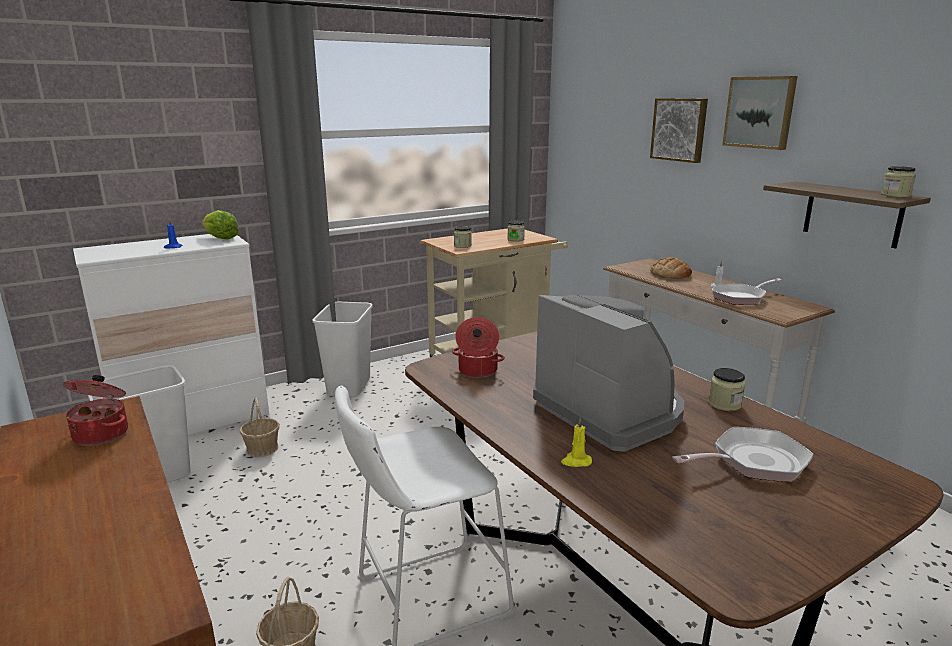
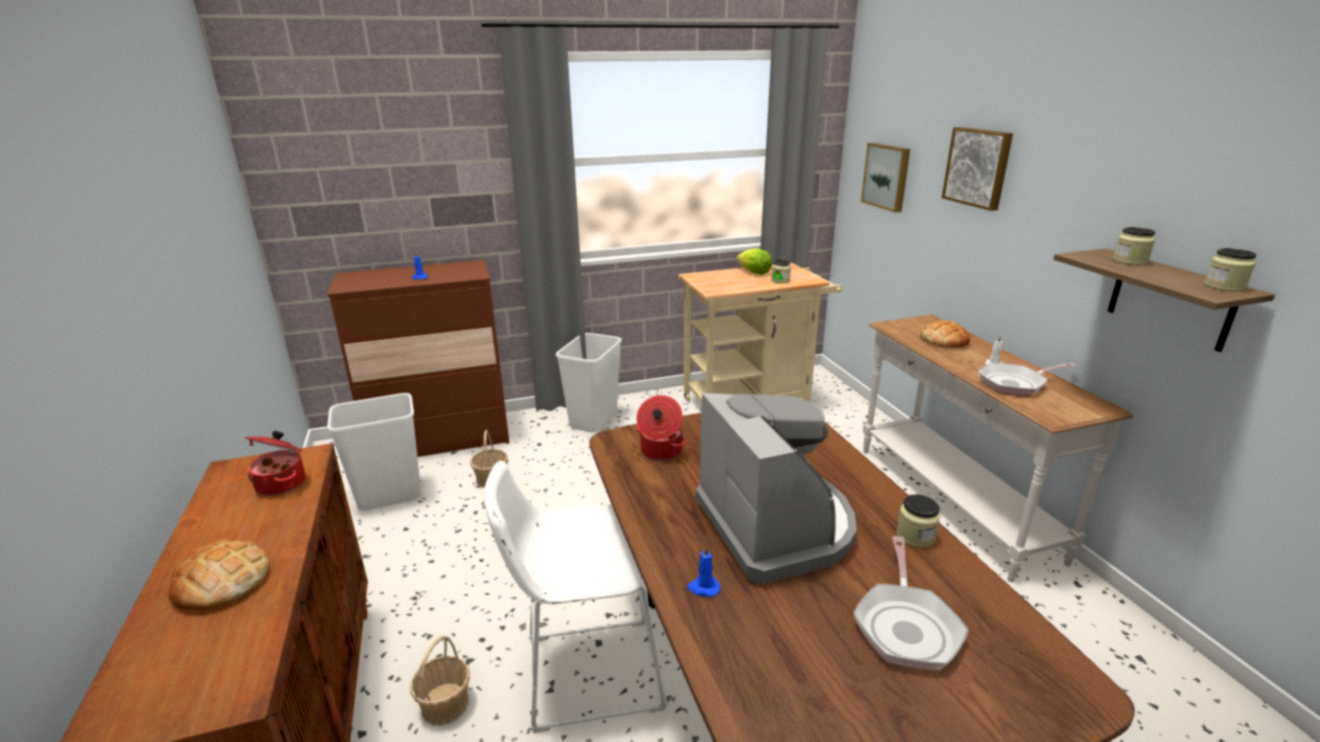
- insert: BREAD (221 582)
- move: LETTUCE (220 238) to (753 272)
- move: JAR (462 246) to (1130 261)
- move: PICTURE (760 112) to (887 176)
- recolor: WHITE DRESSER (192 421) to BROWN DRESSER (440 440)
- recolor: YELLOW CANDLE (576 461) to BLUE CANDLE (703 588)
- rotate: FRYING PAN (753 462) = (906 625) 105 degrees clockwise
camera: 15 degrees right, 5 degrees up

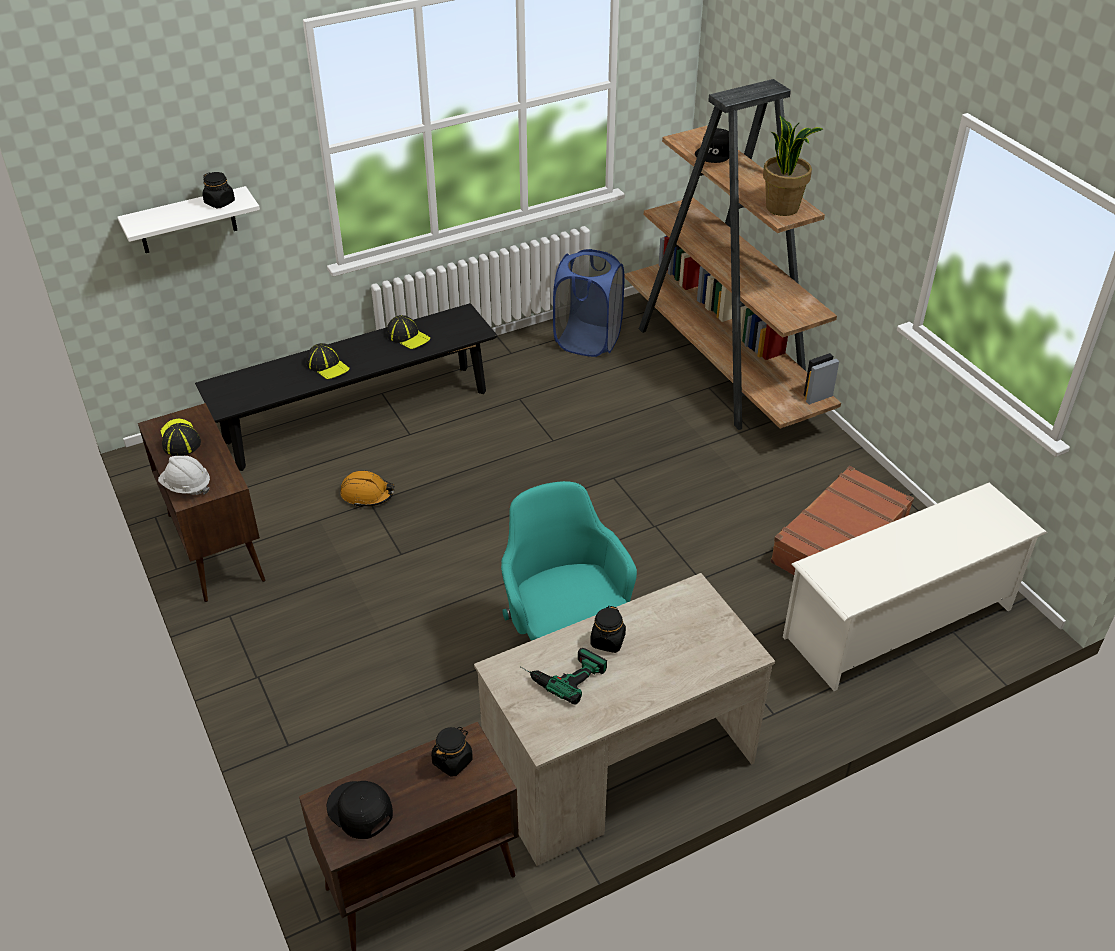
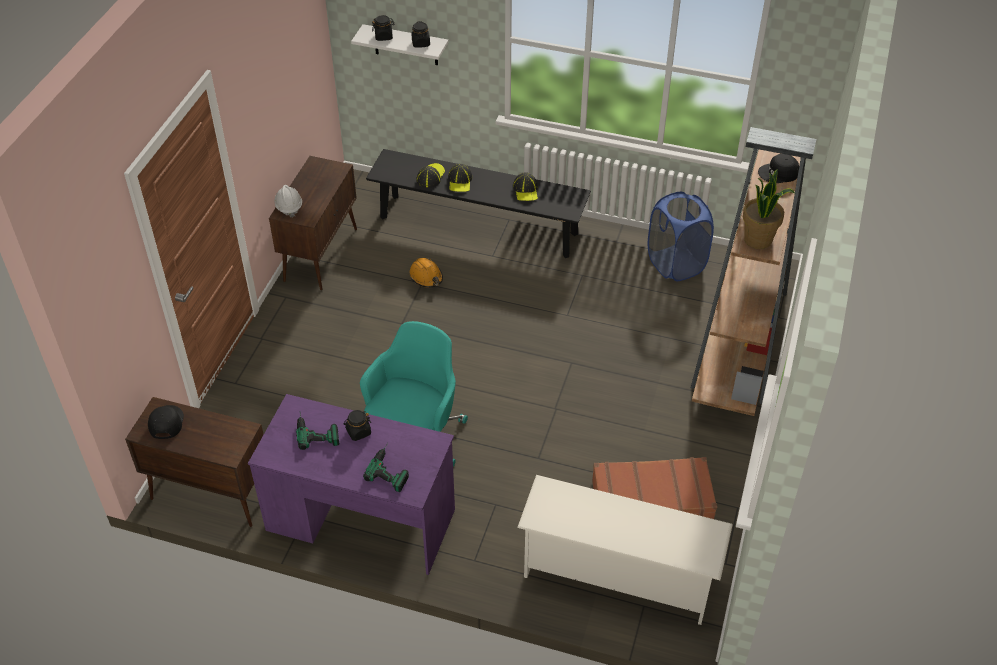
- insert: POWER DRILL (391 468)
- move: CAP (179 439) to (430 176)
- move: BLACK JAR (452 761) to (384 36)
- recolor: BEIGE DESK (619 769) to PURPLE DESK (361 520)
camera: 45 degrees right, 5 degrees up

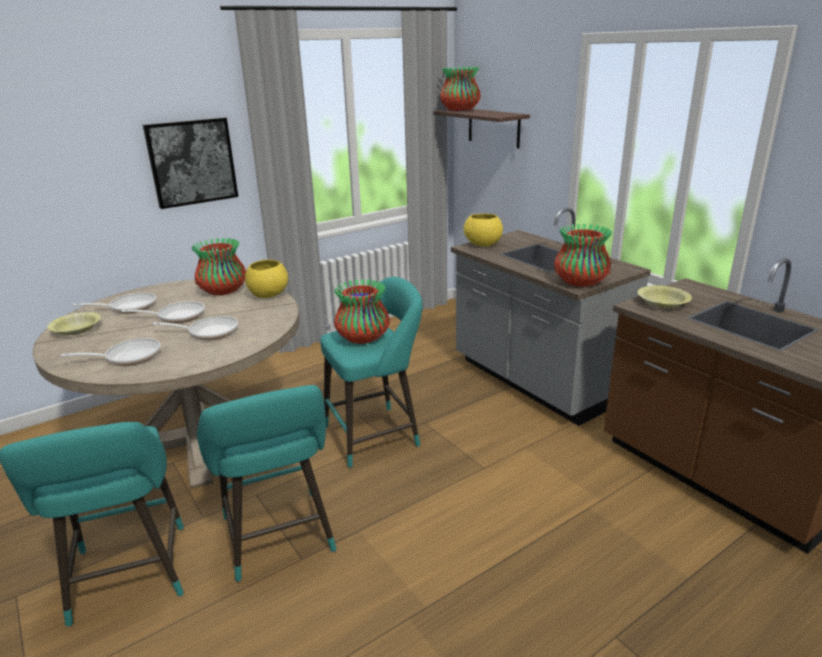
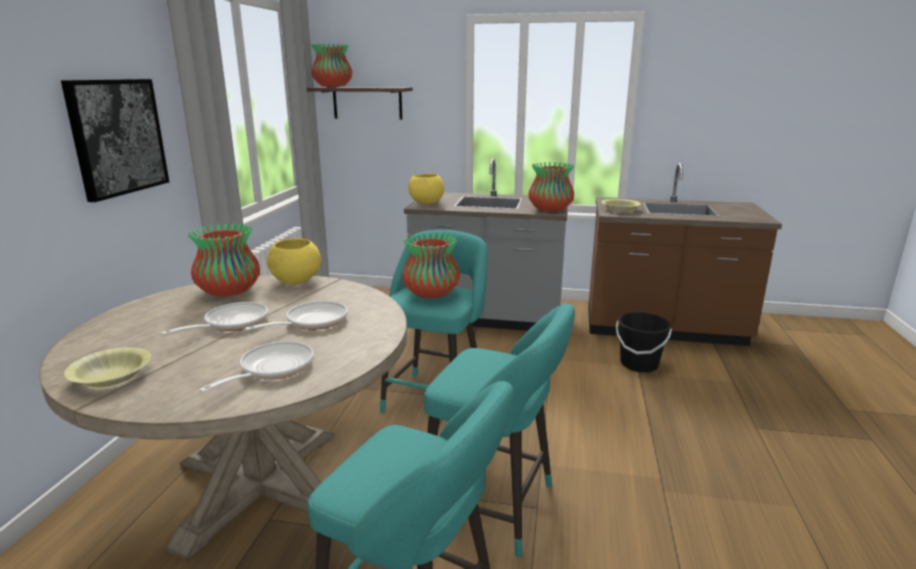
- delete: FRYING PAN (129 307)
- insert: BLACK BUCKET (639 364)
camera: 45 degrees left, 5 degrees down

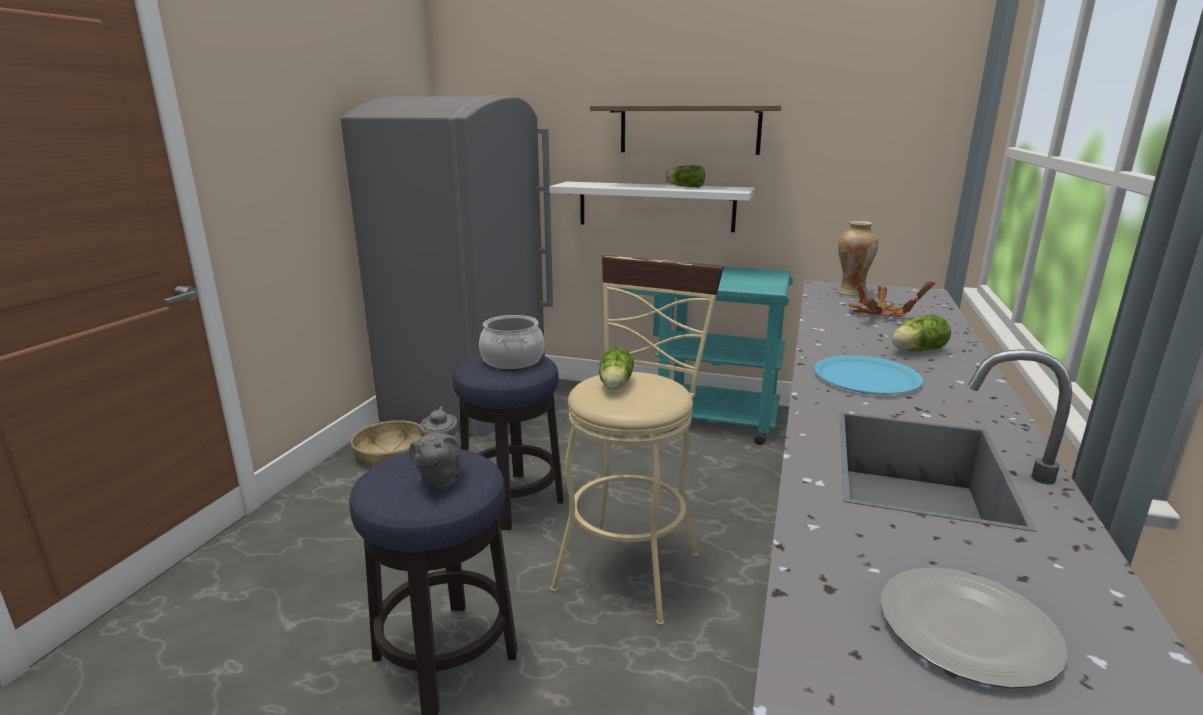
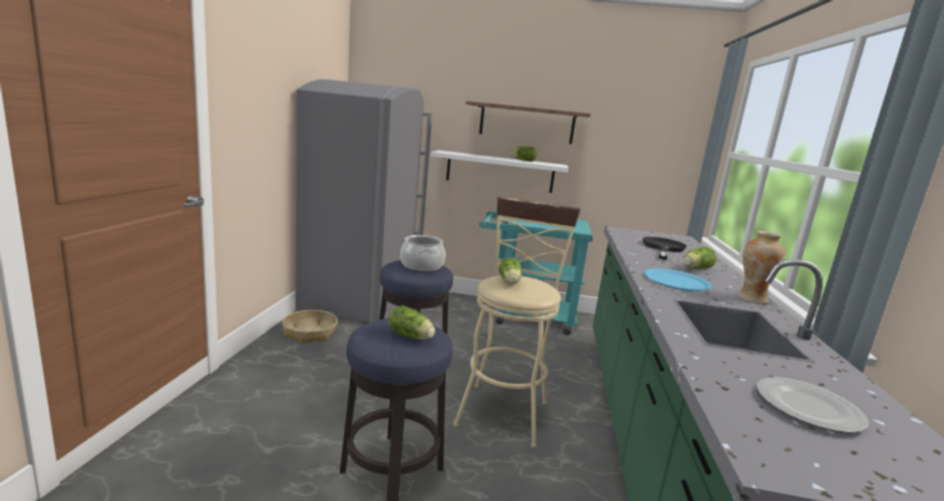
- move: VASE (852 292) to (752 298)
- replace: GREY TEAPOT (440 479) to LETTUCE (411 337)
- replace: POTTED PLANT (880 315) to BLACK FRYING PAN (663 248)
camera: 10 degrees left, 5 degrees down

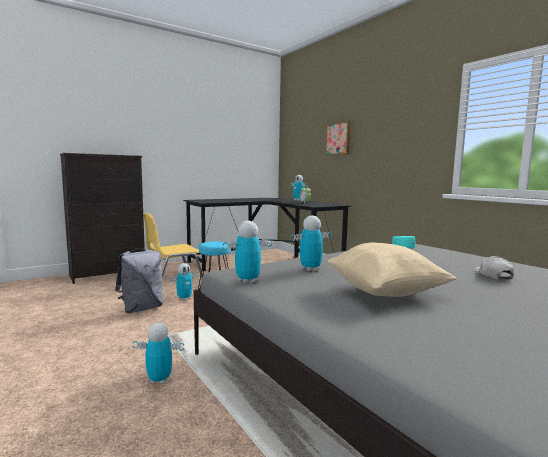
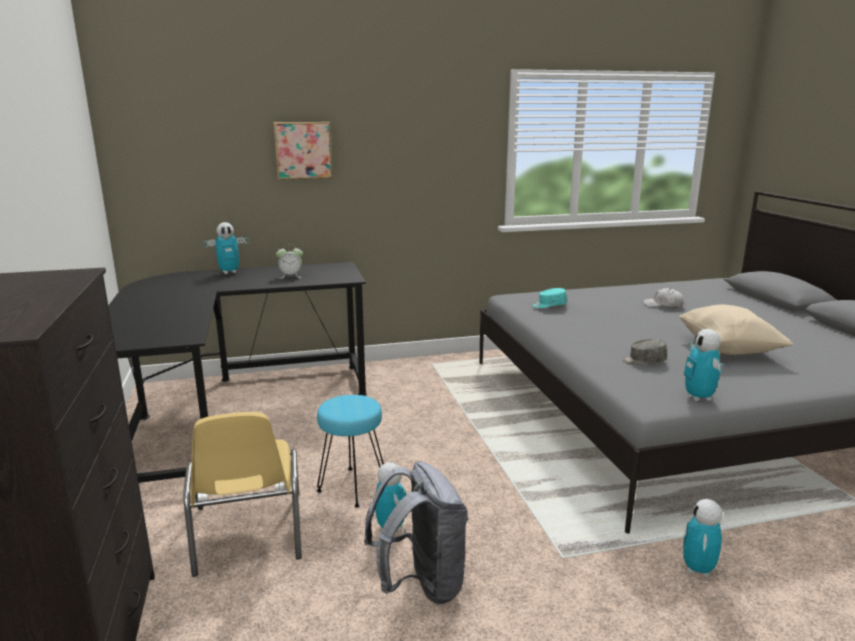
- replace: TOY ROBOT (310 269) to GREY CAP (643 361)
camera: 70 degrees left, 10 degrees up

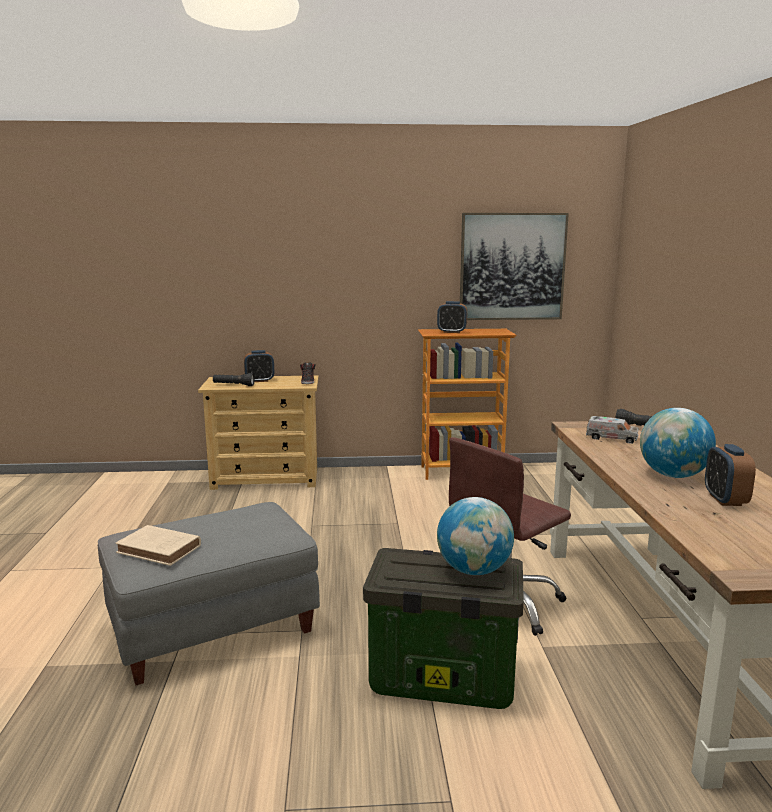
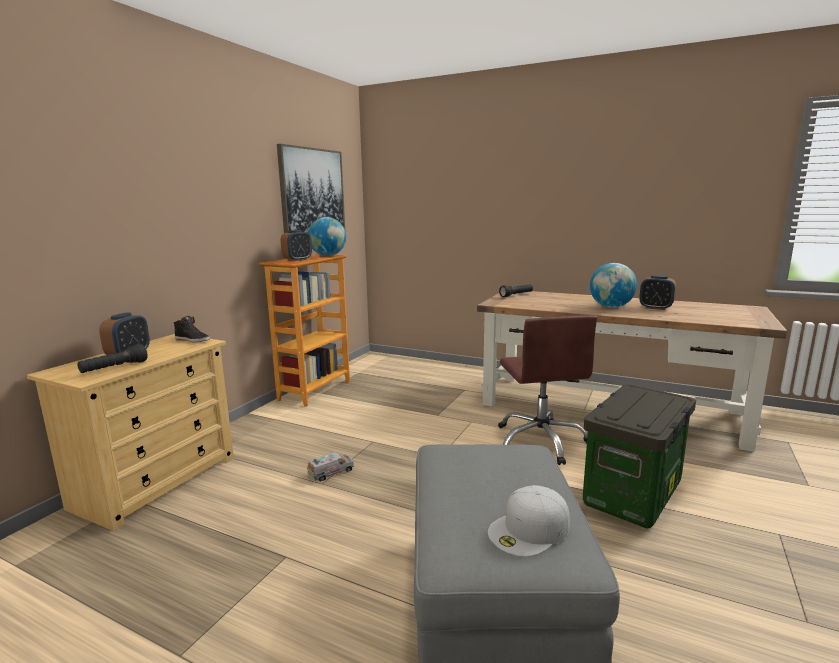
- move: GLOBE (474 570) to (328 255)
- move: TOY TRUCK (611 438) to (331 472)
- replace: BEIGE BOOK (161 549) to WHITE CAP (529 530)
camera: 60 degrees left, 0 degrees up

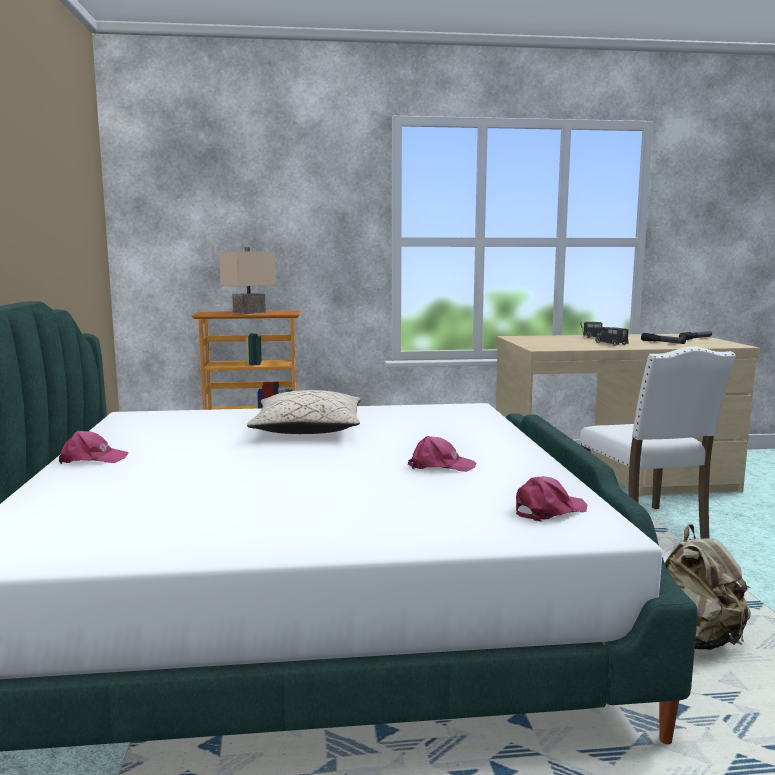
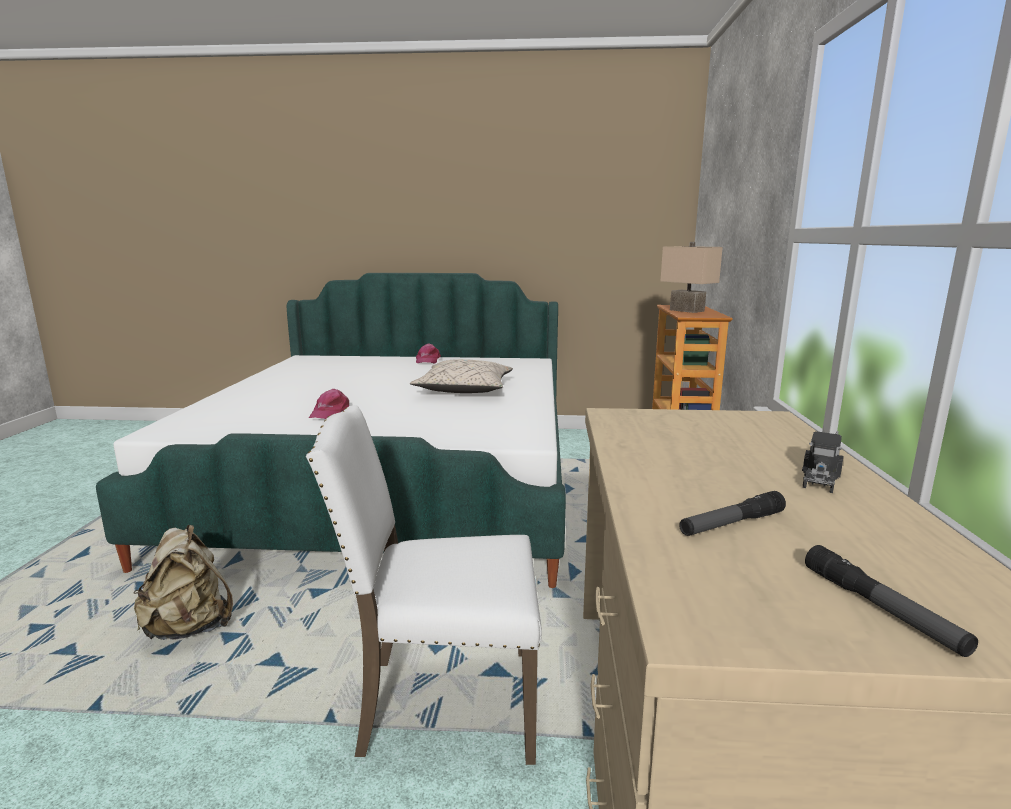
- delete: PINK CAP (549 510)
- delete: TOY TRUCK (612 344)
camera: 100 degrees right, 5 degrees up

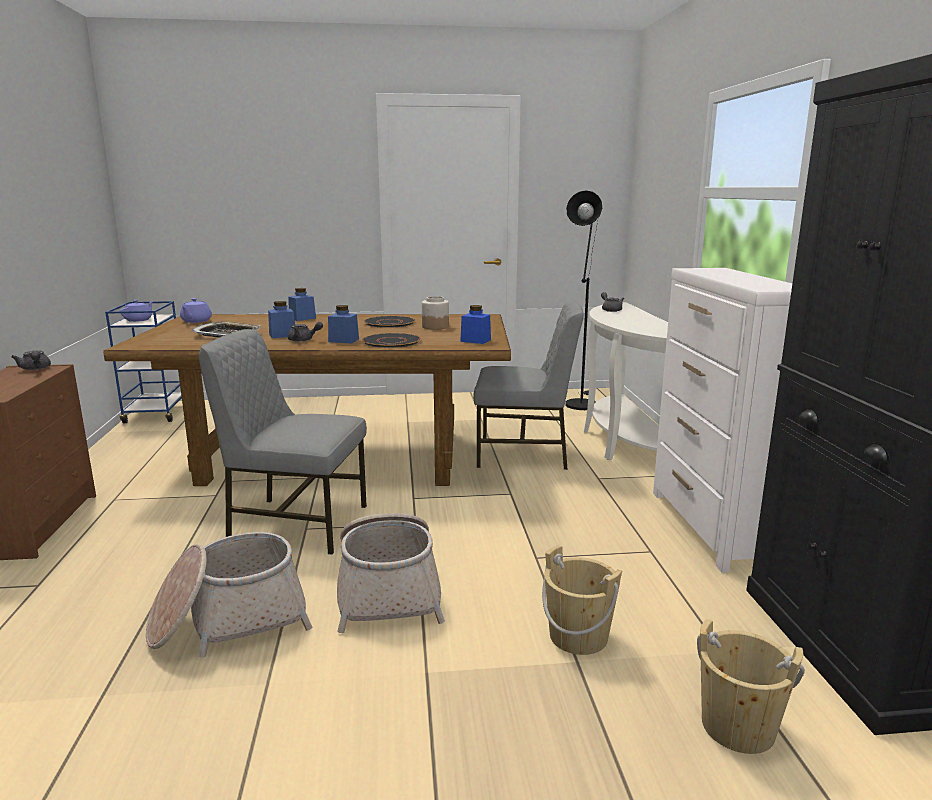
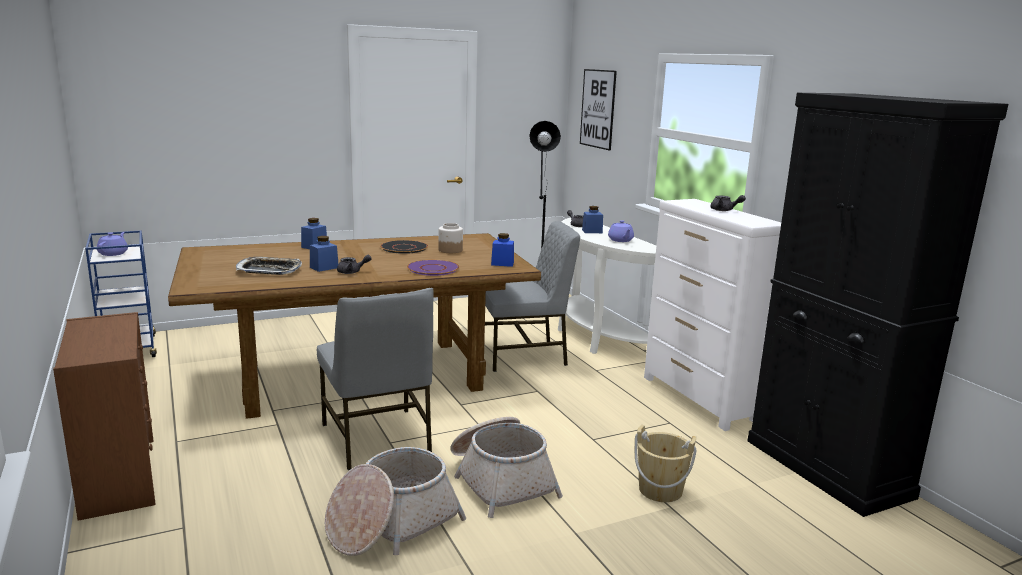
- delete: BEIGE BUCKET (738 727)
- insert: PICTURE (598 109)
- move: GREY TEAPOT (35 369) to (724 210)
- move: PURPLE TEAPOT (196 321) to (620 240)
- move: BLUE JAR (343 340) to (592 231)
- recolor: BLACK PLATE (391 341) to PURPLE PLATE (433 269)
- rotate: GREY CHAIR (296 523) = (377 439) 105 degrees counterclockwise
camera: 20 degrees left, 0 degrees up

